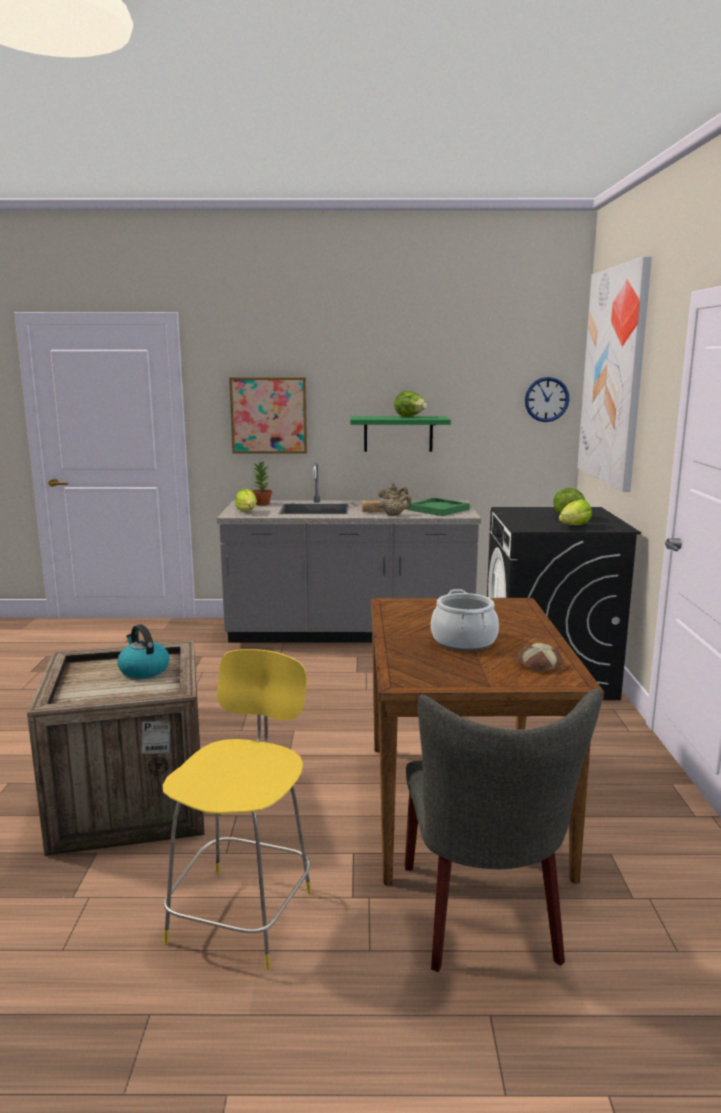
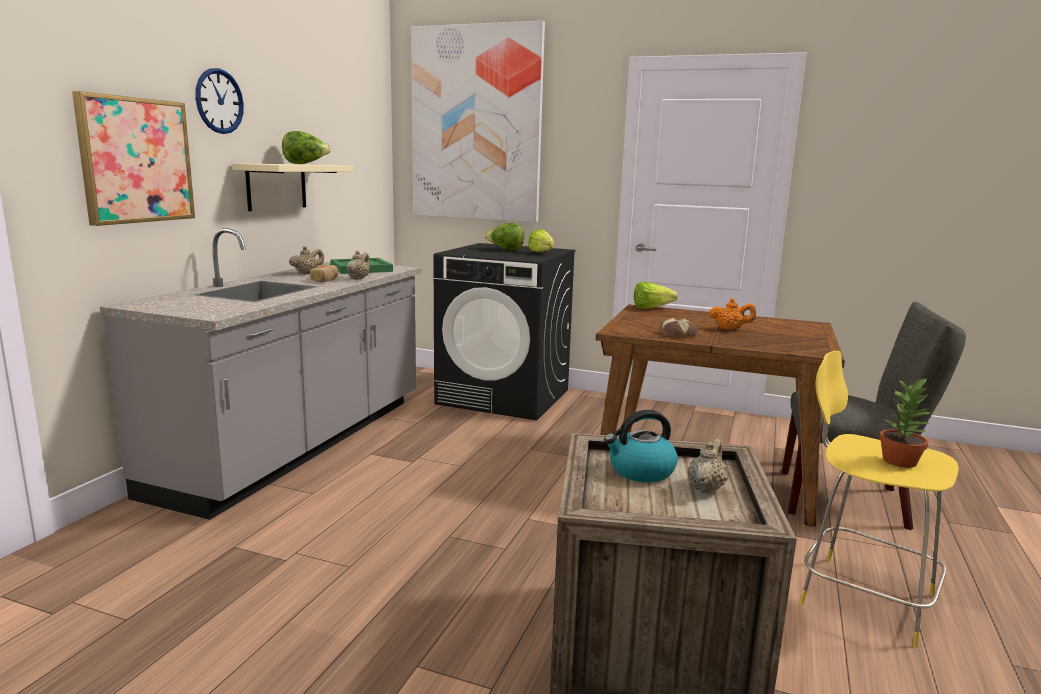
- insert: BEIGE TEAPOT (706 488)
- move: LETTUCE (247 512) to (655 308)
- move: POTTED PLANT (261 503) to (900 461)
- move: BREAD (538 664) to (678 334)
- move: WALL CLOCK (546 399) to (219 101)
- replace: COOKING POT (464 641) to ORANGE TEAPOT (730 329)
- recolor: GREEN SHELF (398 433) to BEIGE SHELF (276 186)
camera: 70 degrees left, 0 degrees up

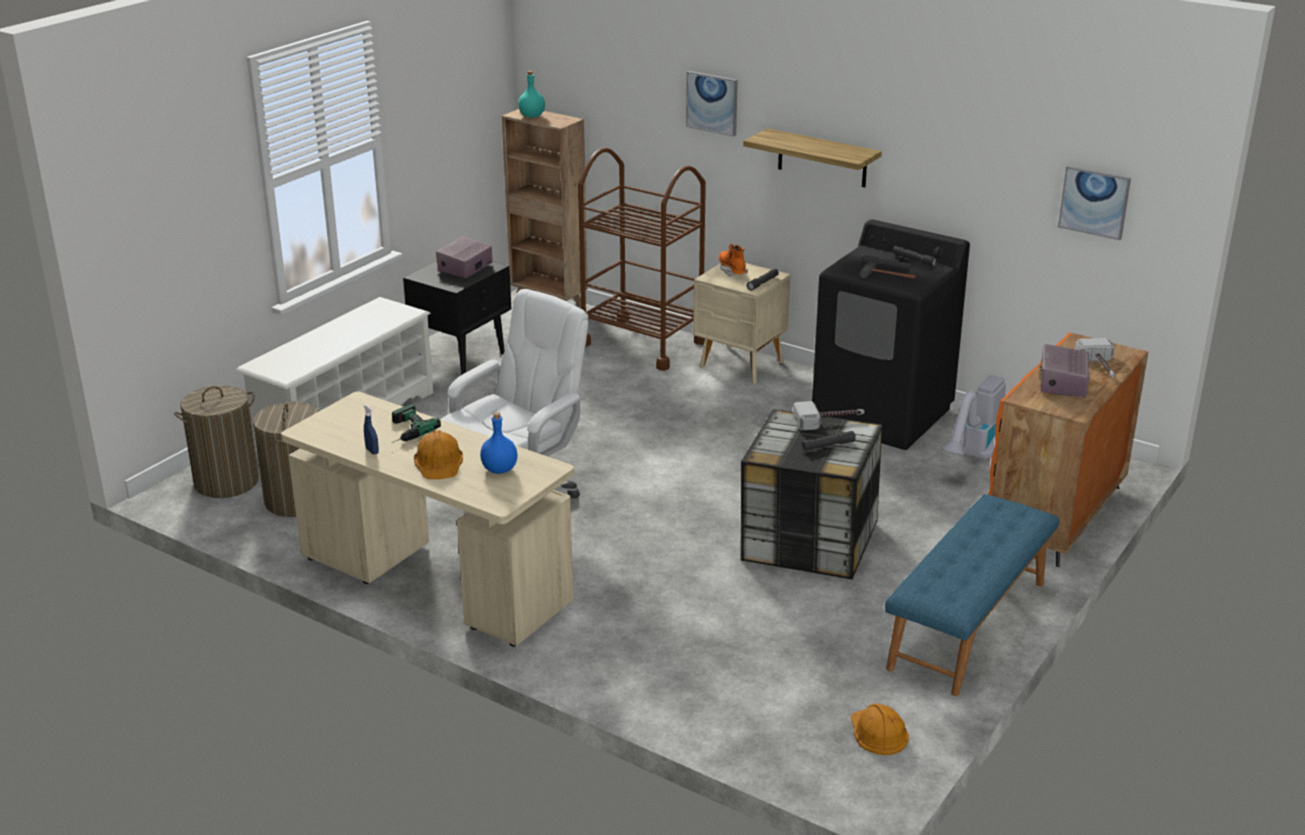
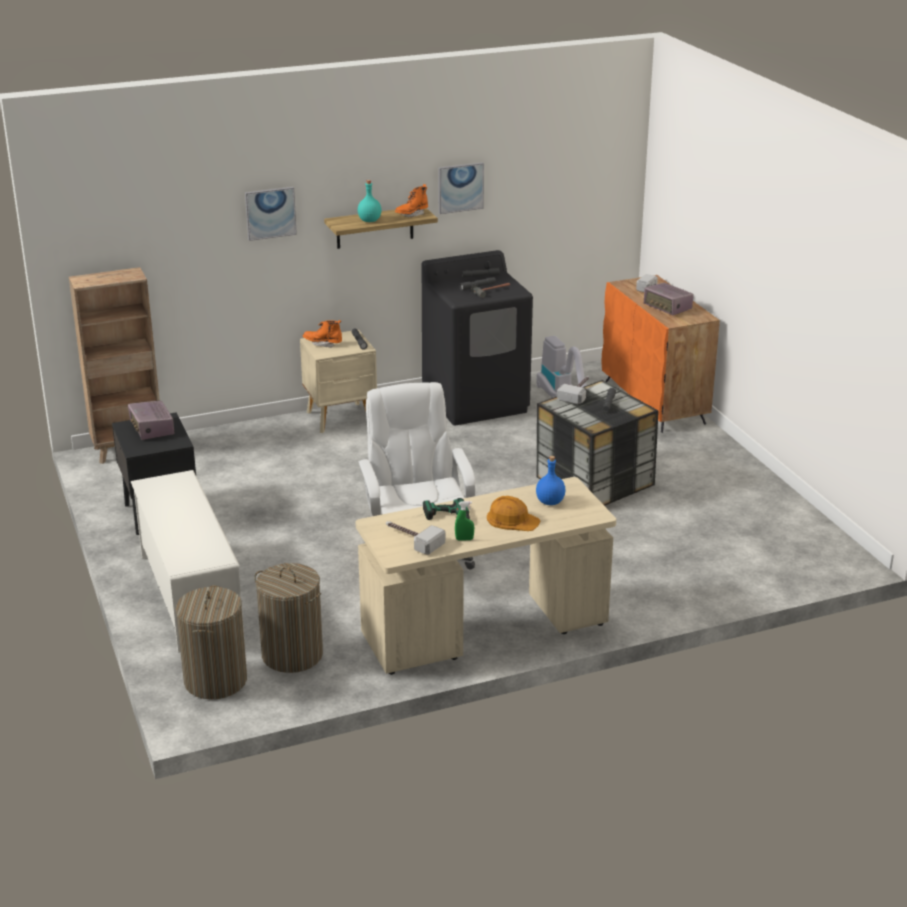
- delete: BROWN CART (642 343)
- delete: ORANGE HARD HAT (878 732)
- delete: BLUE BENCH (969 625)
- insert: HAMMER (412 539)
- insert: ORANGE BOOT (411 214)
- move: TURQUOISE BOTTLE (531 116) to (369 221)
- move: PICTURE (1094 202) to (460 187)
- recolor: BLUE SPRAY BOTTLE (372 451) to GREEN SPRAY BOTTLE (464 539)
camera: 55 degrees left, 0 degrees up

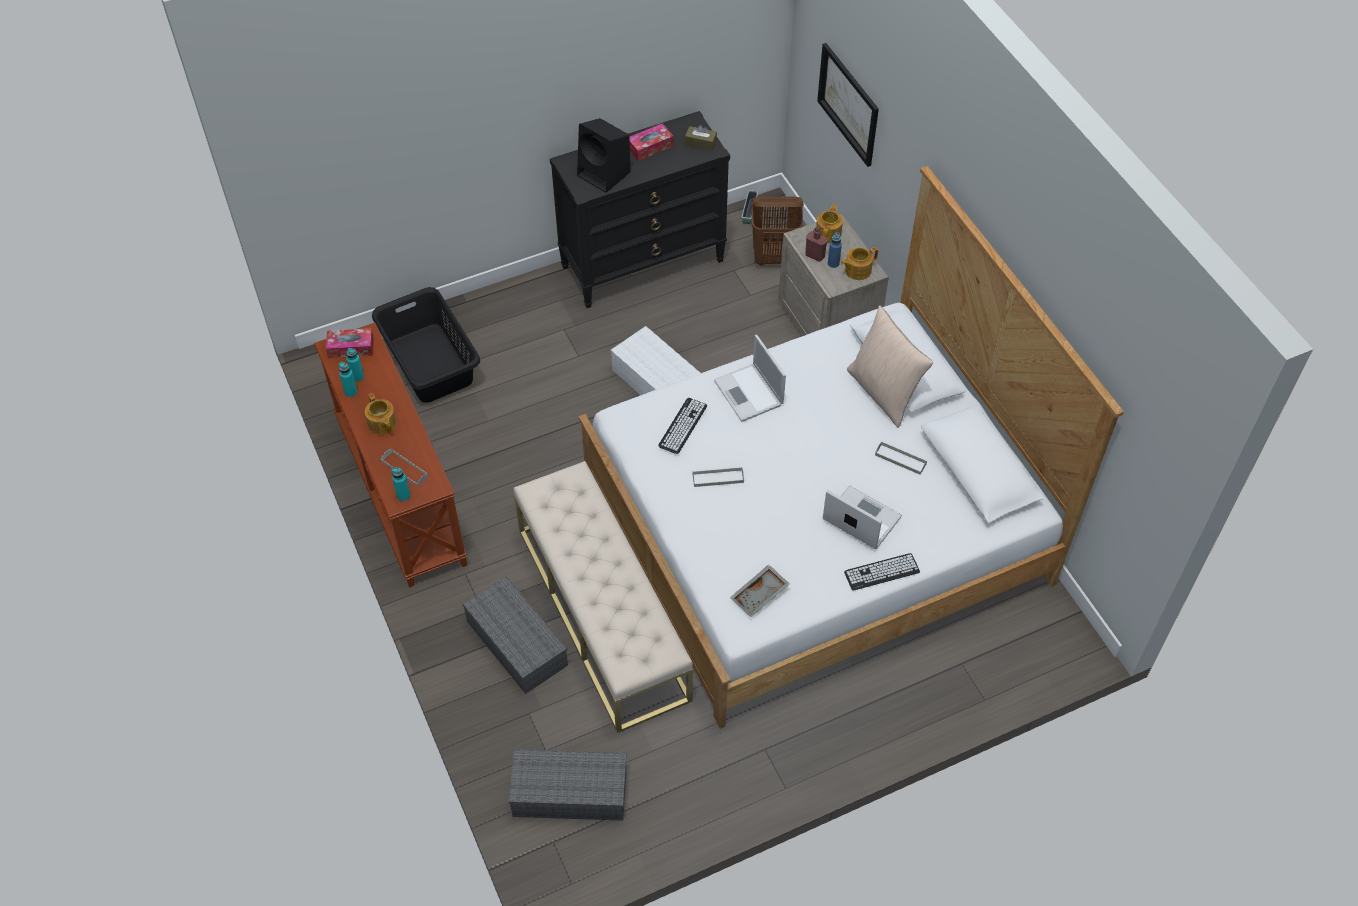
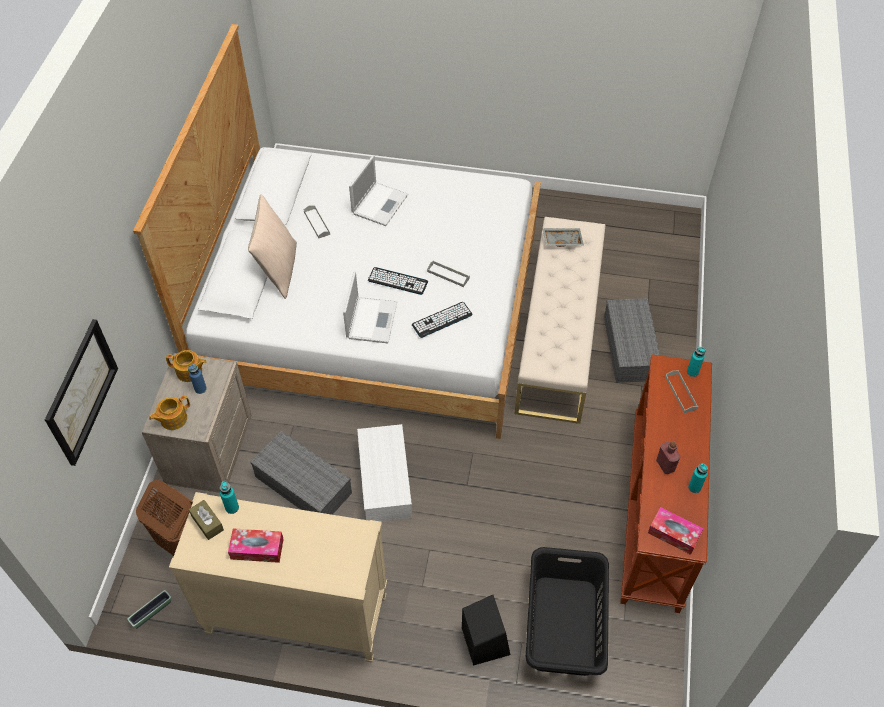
- delete: TEAPOT (382 424)
- move: TURQUOISE BOTTLE (357 377) to (232 507)
- move: GREY STORAGE BOX (568 794) to (305 485)
- move: BLACK SPEAKER (605 174) to (484 640)
- move: GREY TRAY (760 595) to (562 240)
- move: RED BOTTLE (815 255) to (665 465)
- move: KEYBOARD (881 572) to (398 281)
- recolor: BLACK DRESSER (643 263) to BEIGE DRESSER (296 615)
- rotate: LAPTOP (860 518) = (380 203) 135 degrees counterclockwise
camera: 145 degrees left, 0 degrees up

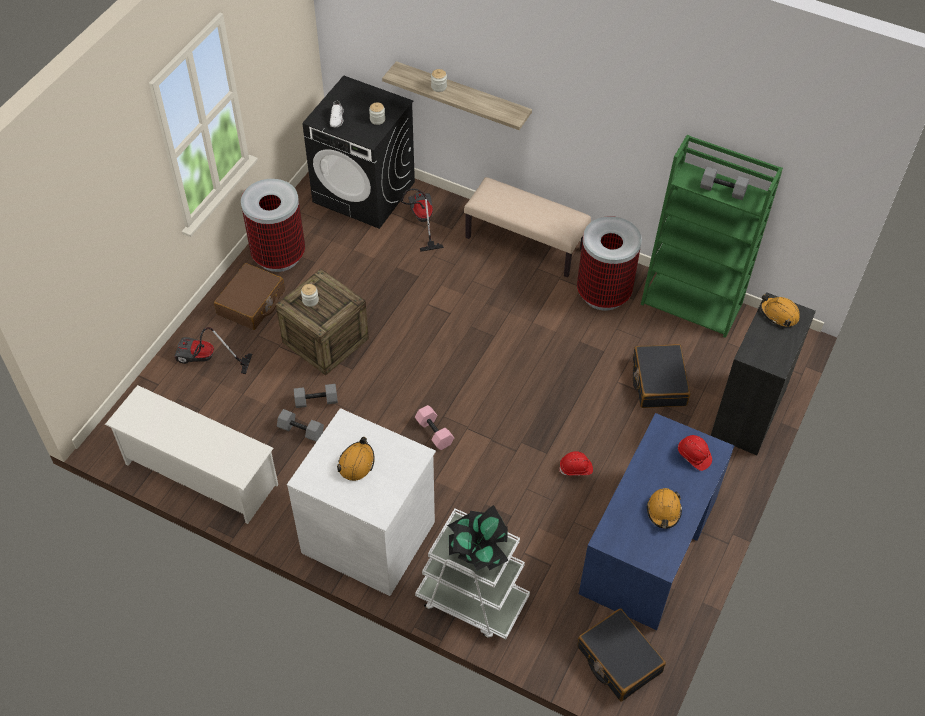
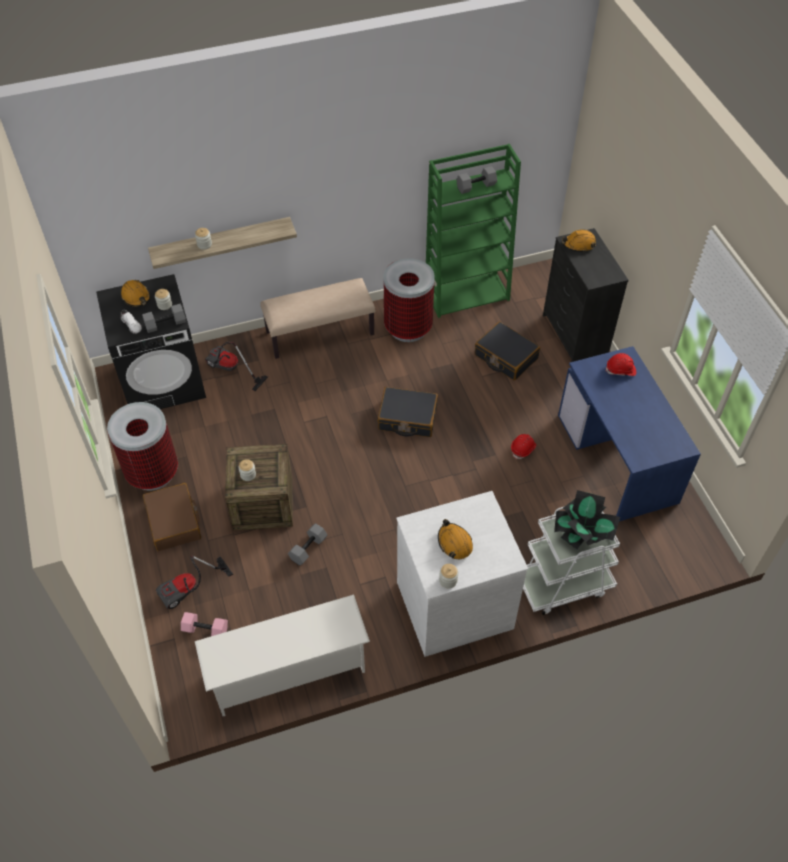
- insert: JAR (448 580)
- move: GREY DUMBBELL (301 430) to (166 323)
- move: PINK DUMBBELL (435 432) to (206 629)
- move: BLACK SUITCASE (618 660) to (407 418)
- move: ORANGE HARD HAT (664 511) to (136 297)
camera: 45 degrees left, 0 degrees up

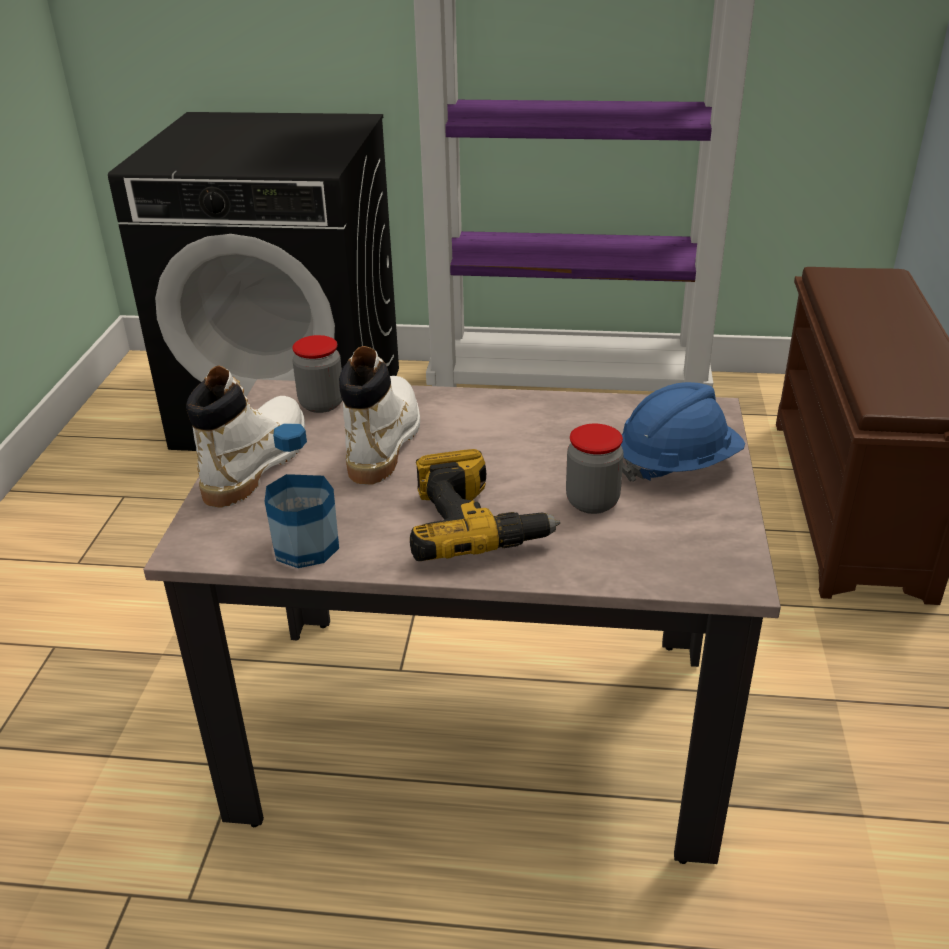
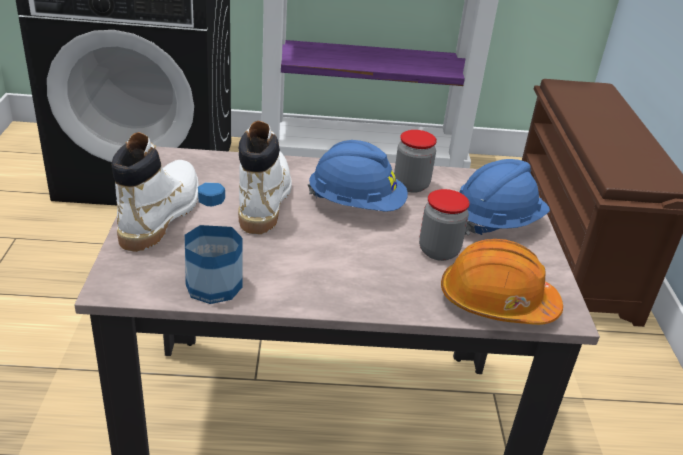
- delete: POWER DRILL (475 525)
- insert: BLUE HARD HAT (356 205)
- insert: ORANGE HARD HAT (496 302)
- move: JAR (321 404) to (411 185)
camera: 10 degrees left, 0 degrees up

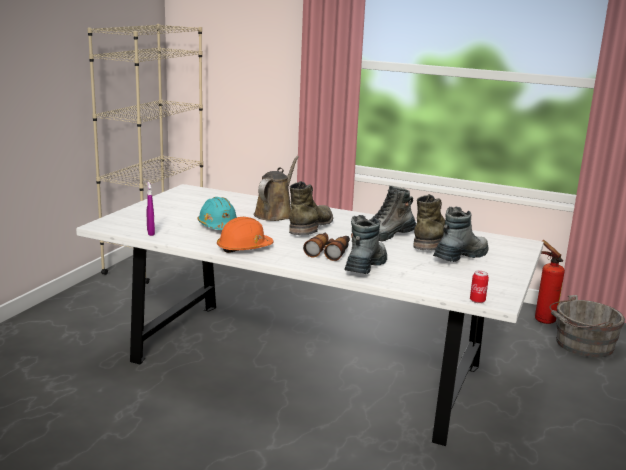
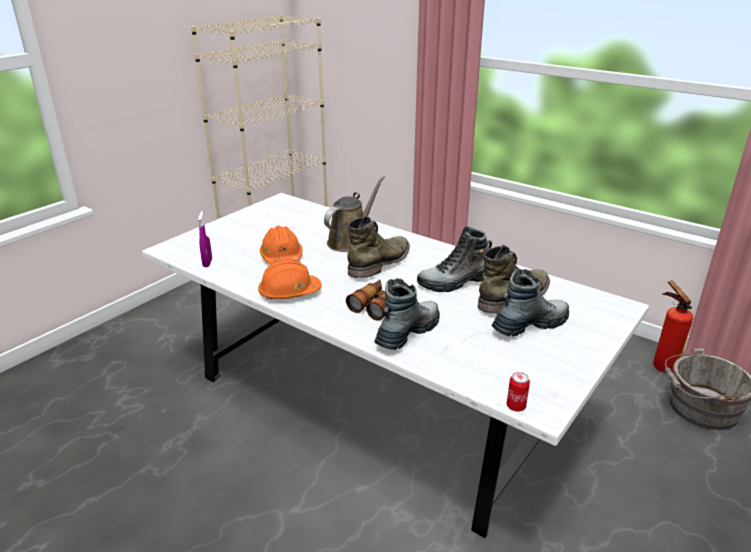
- recolor: TURQUOISE HARD HAT (219 226) to ORANGE HARD HAT (282 257)
camera: 15 degrees right, 10 degrees up

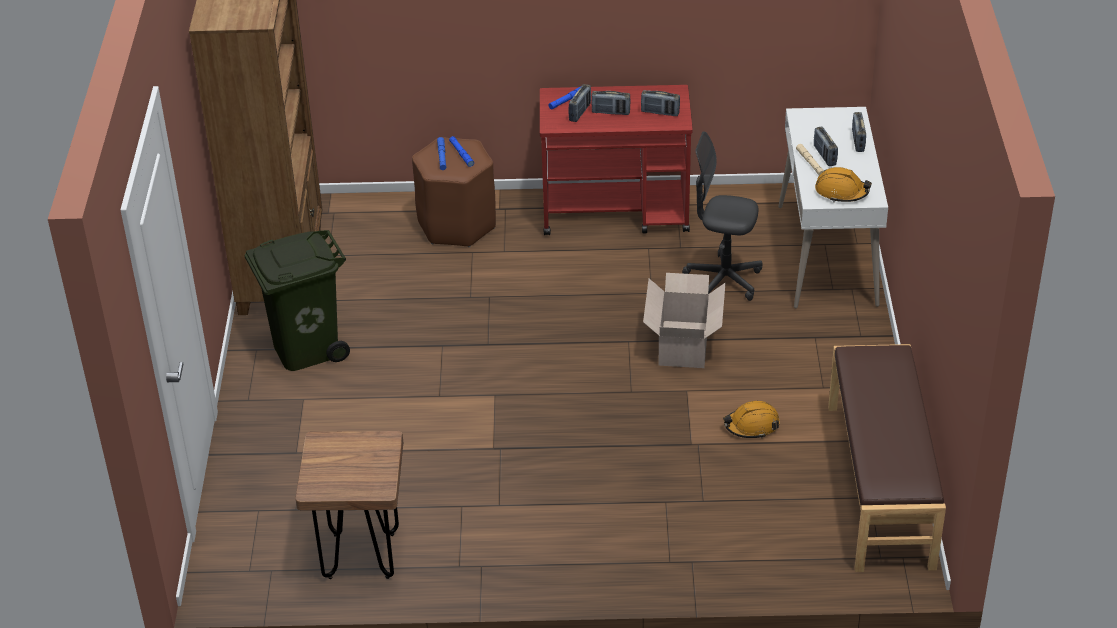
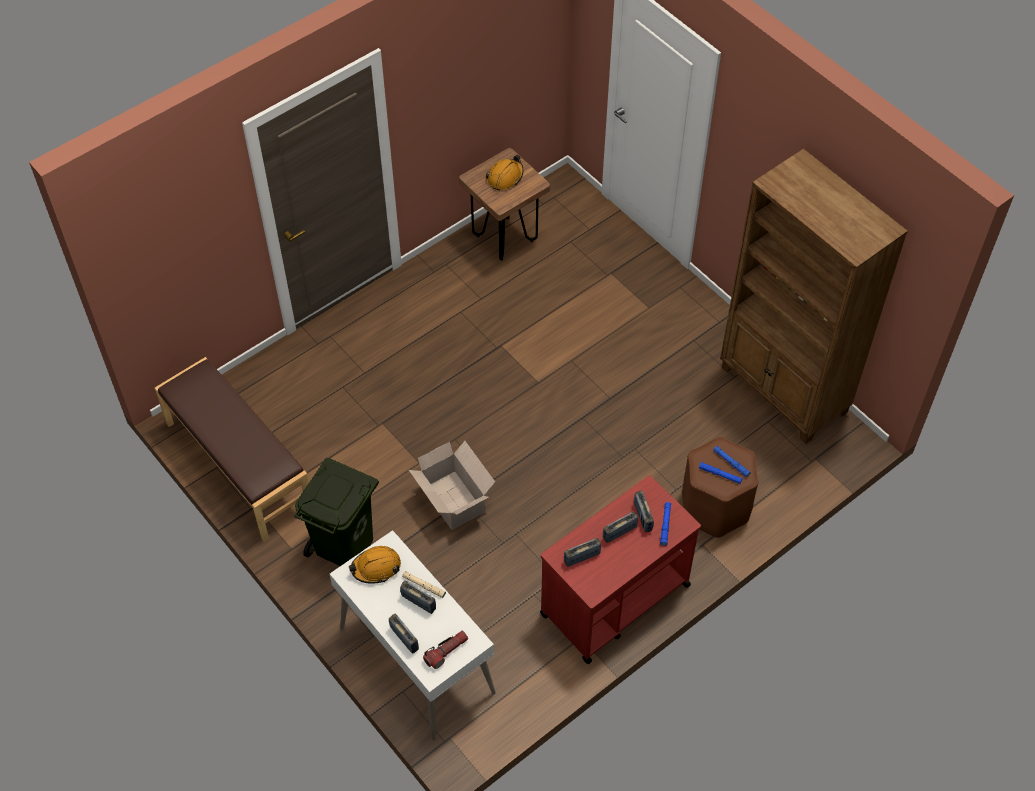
- delete: GREY OFFICE CHAIR (723 280)
- insert: FLASHLIGHT (446 651)
- move: GREEN TRASH CAN (305 348) to (345 546)
- move: ORANGE HARD HAT (751 426) to (505 177)
camera: 140 degrees right, 15 degrees up

